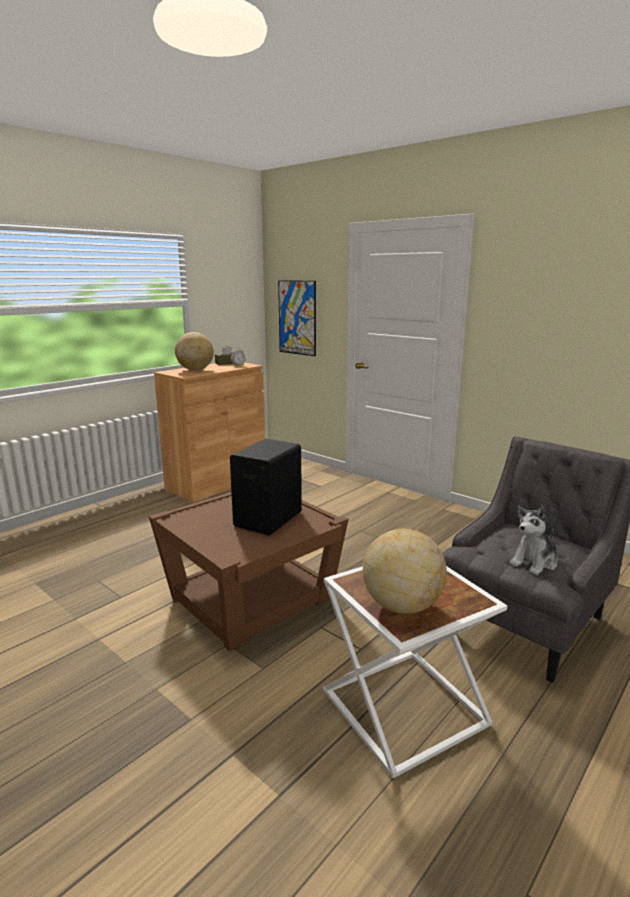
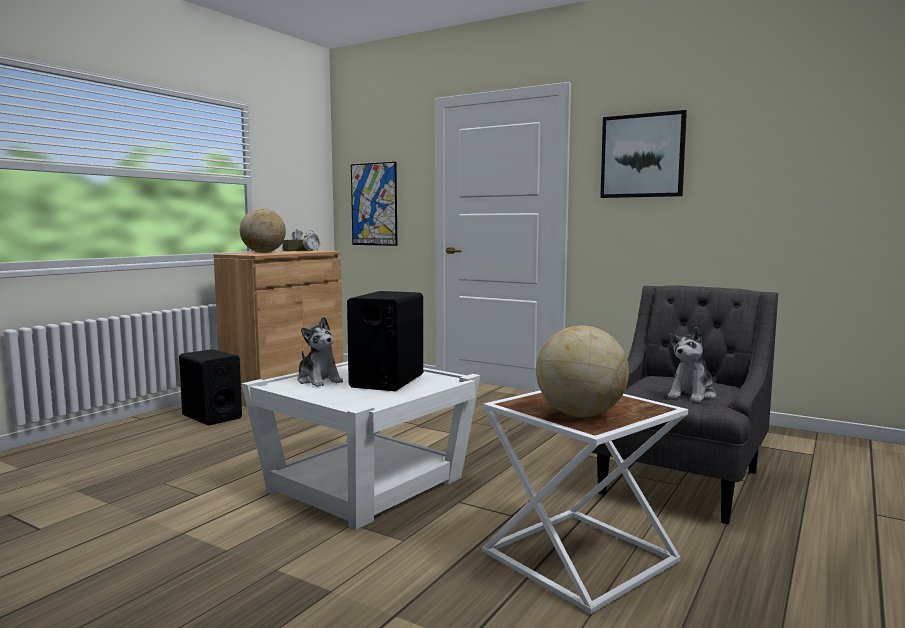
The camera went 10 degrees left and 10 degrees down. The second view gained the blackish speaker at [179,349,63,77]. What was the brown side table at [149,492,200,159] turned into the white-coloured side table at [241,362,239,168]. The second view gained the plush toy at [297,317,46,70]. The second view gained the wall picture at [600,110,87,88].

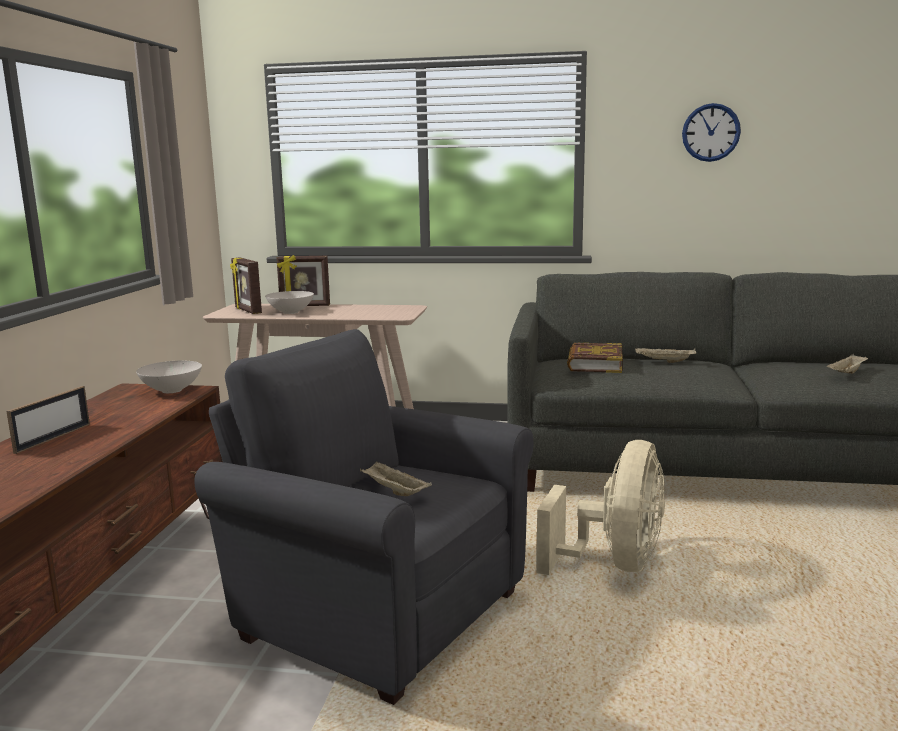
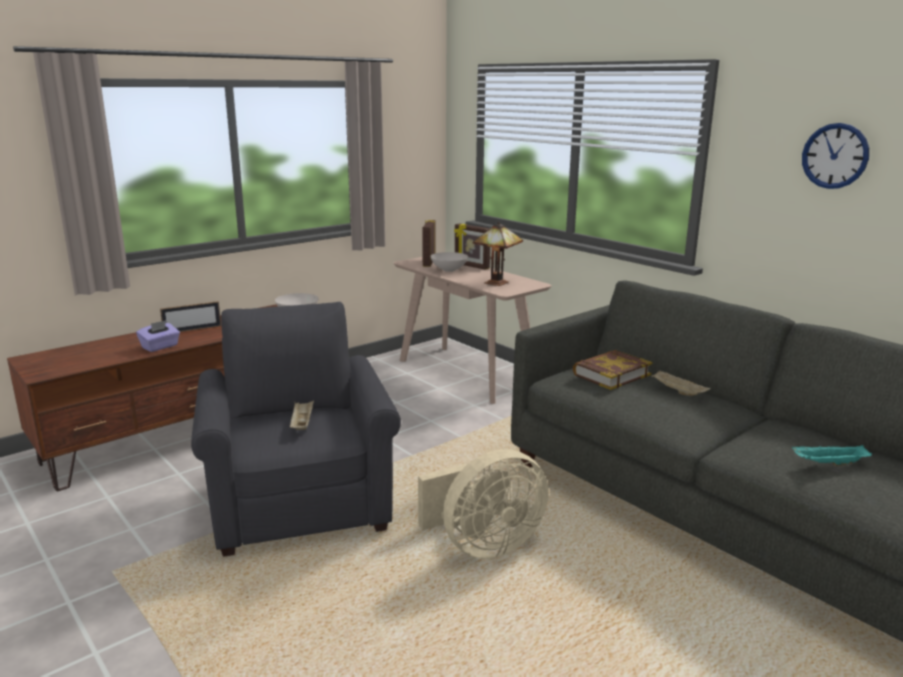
The camera went 40 degrees right and 5 degrees up. The second view gained the purple-coloured tissue holder at [136,320,44,32]. The second view gained the tabletop lamp at [473,222,50,64]. What was the beige-coloured carrying tray at [827,354,41,20] turned into the turquoise-coloured carrying tray at [792,445,80,21].

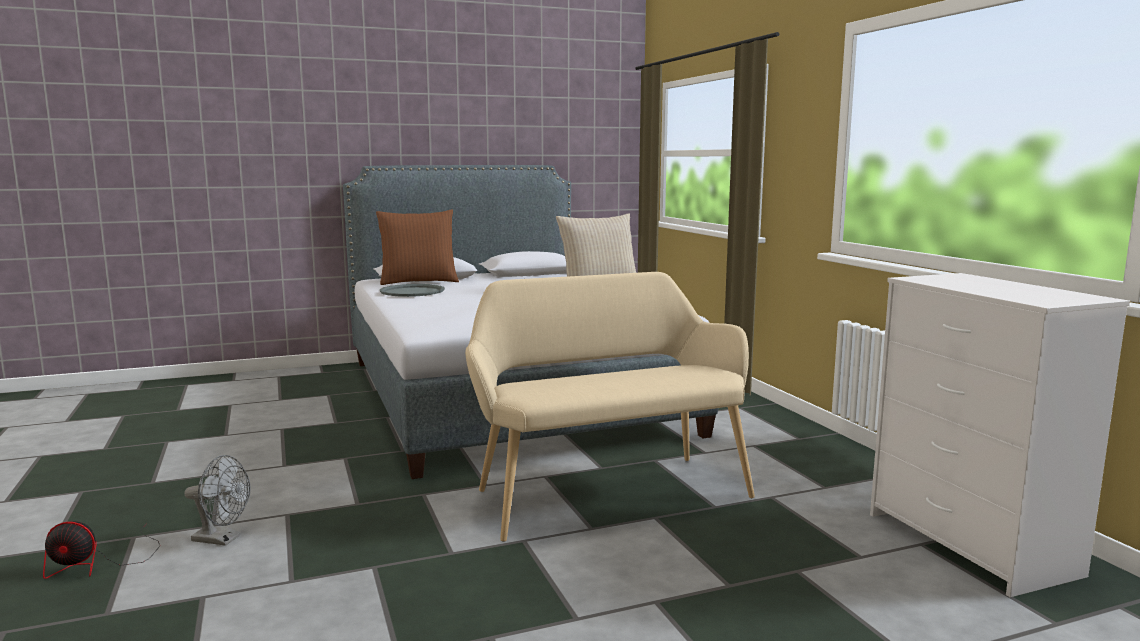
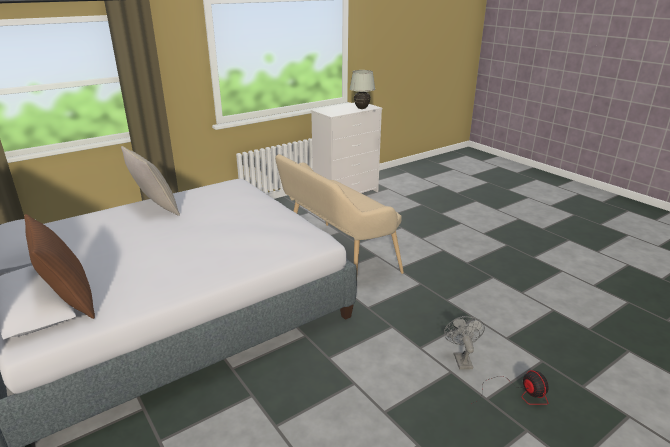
The camera went 105 degrees left and 15 degrees up. The second view gained the white-coloured tabletop lamp at [350,70,25,39]. The second view lost the grey carrying tray at [380,284,65,13].

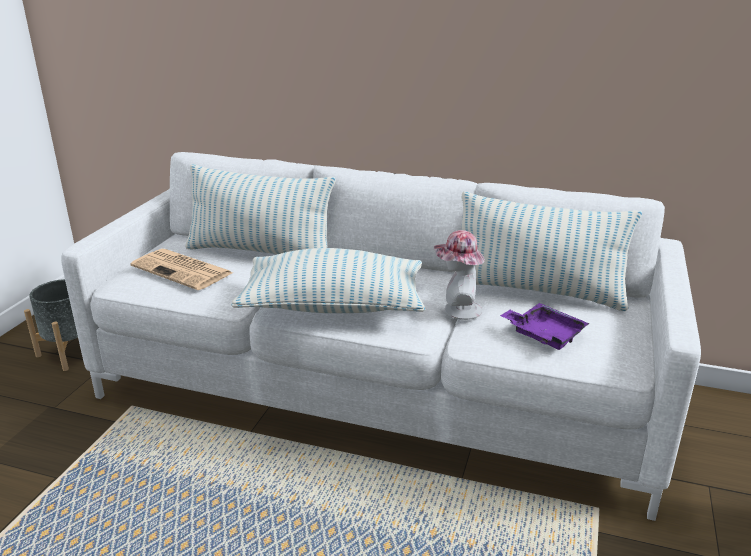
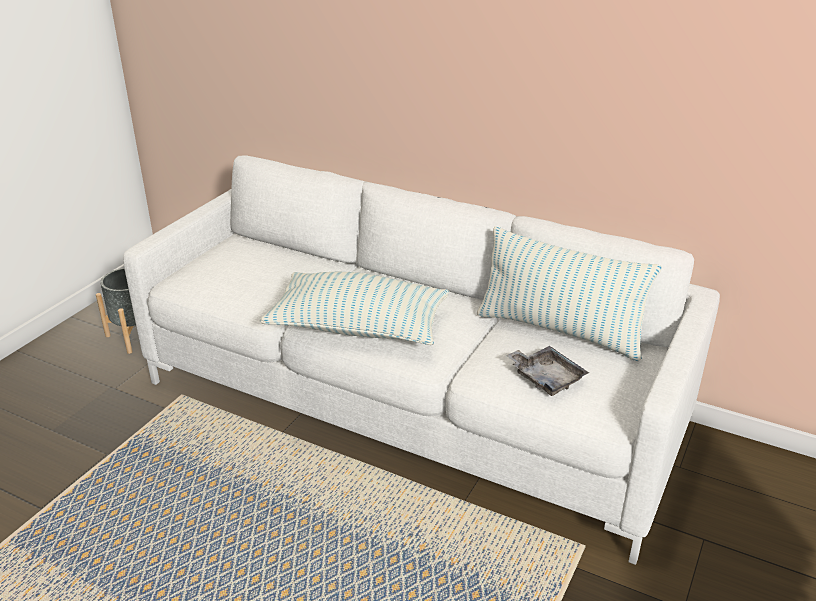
The camera went 10 degrees right and 5 degrees up. What was the purple-coloured carrying tray at [500,303,89,47] turned into the grey carrying tray at [506,346,83,50]. The second view lost the daily paper at [130,249,103,41]. The second view lost the throw pillow at [185,164,151,90]. The second view lost the hat at [434,230,51,90].

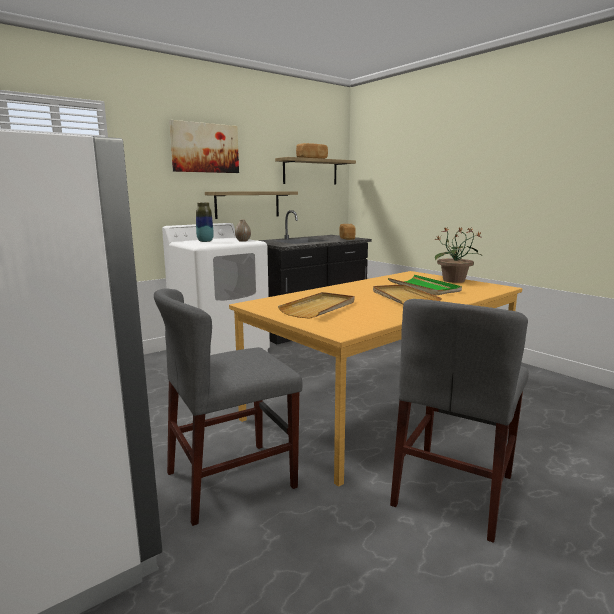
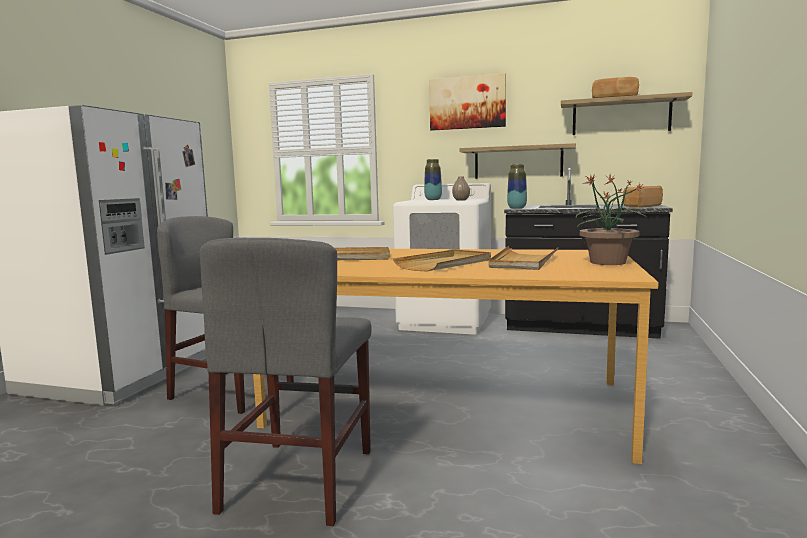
The camera went 55 degrees right and 5 degrees down. The grey plain chair at [390,299,139,244] ended up facing another way, 75 degrees counterclockwise from before. What was the greenish carrying tray at [388,275,74,21] turned into the beige-coloured carrying tray at [489,246,70,24]. The second view gained the vase at [507,164,20,45].

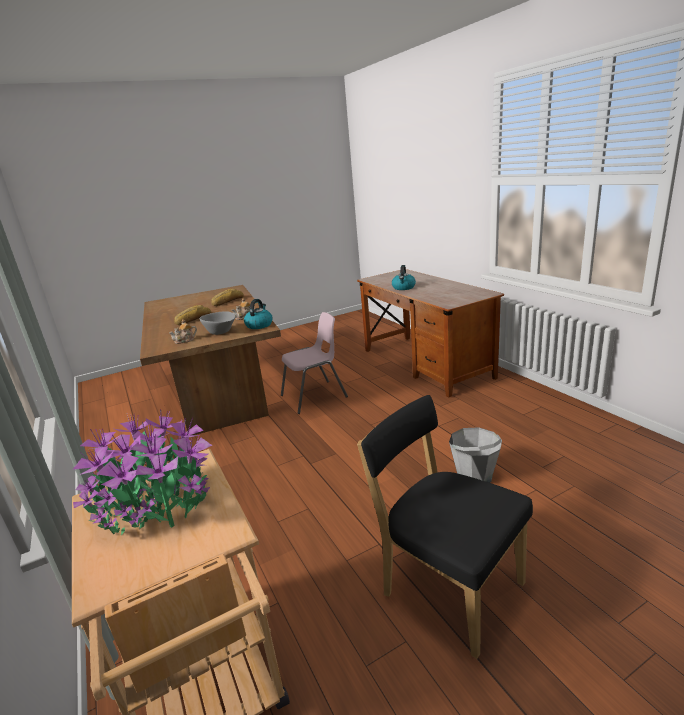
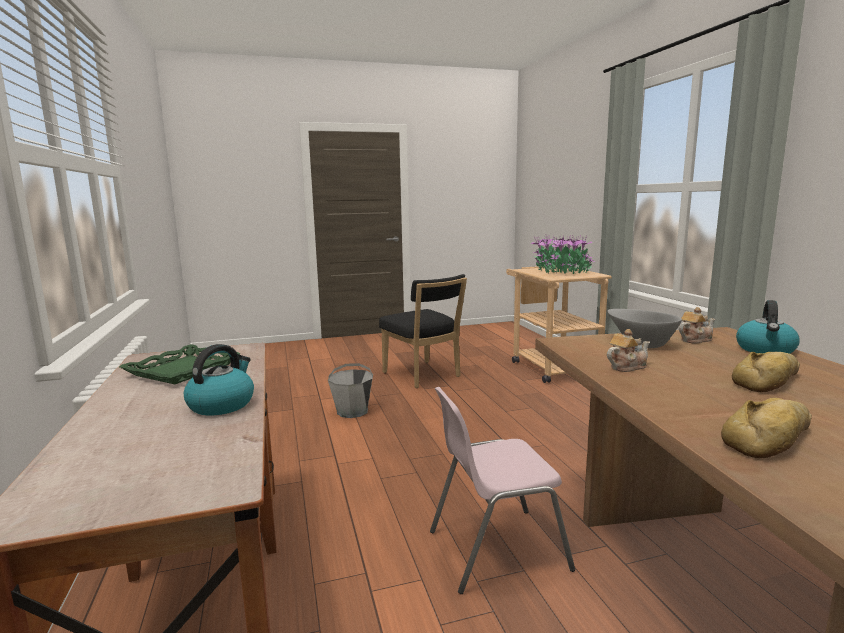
The camera went 170 degrees left and 10 degrees down. The second view gained the greenish carrying tray at [119,344,122,40]. The tea kettle ended up elsewhere, having gone from [244,299,29,30] to [736,300,64,54].

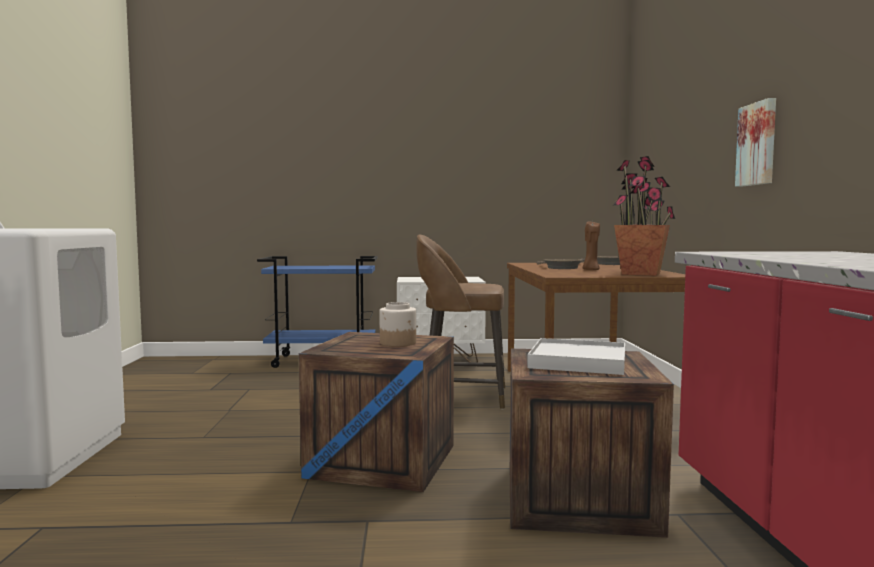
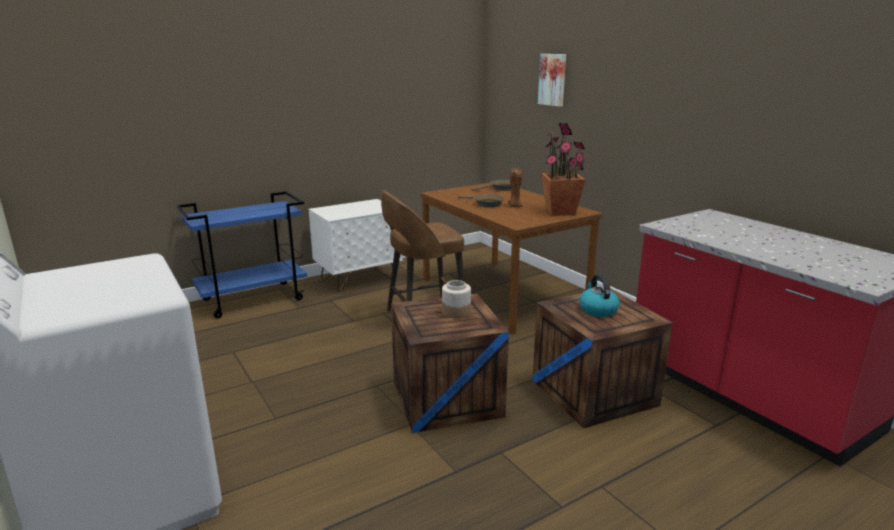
The camera went 30 degrees left and 15 degrees up. The wall picture ended up elsewhere, having gone from [735,98,41,89] to [538,54,28,53]. Where the white-coloured carrying tray stood at [527,338,98,37], the tea kettle came to stand at [579,274,41,43].

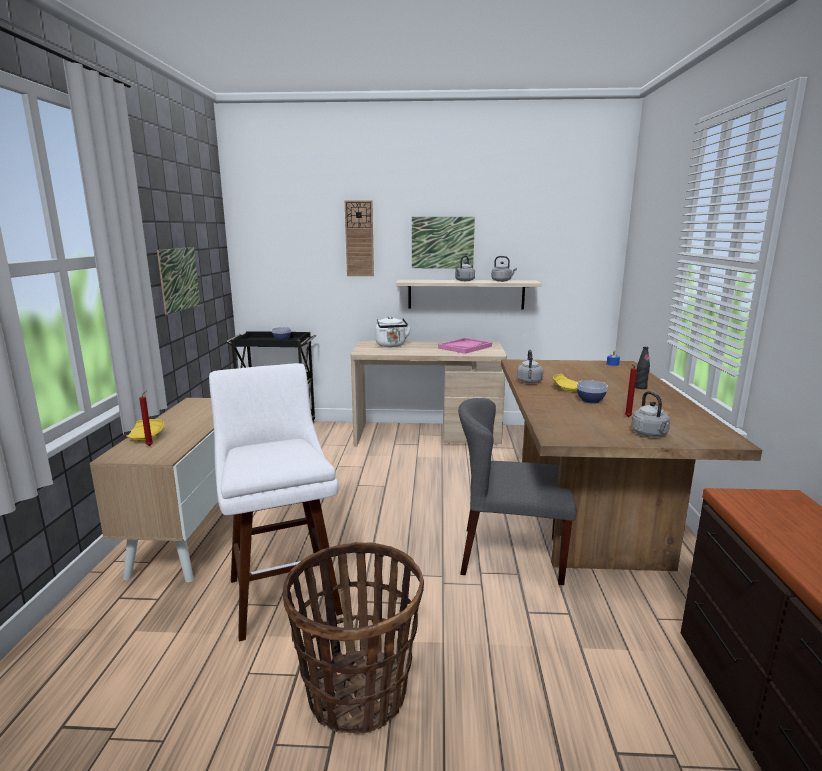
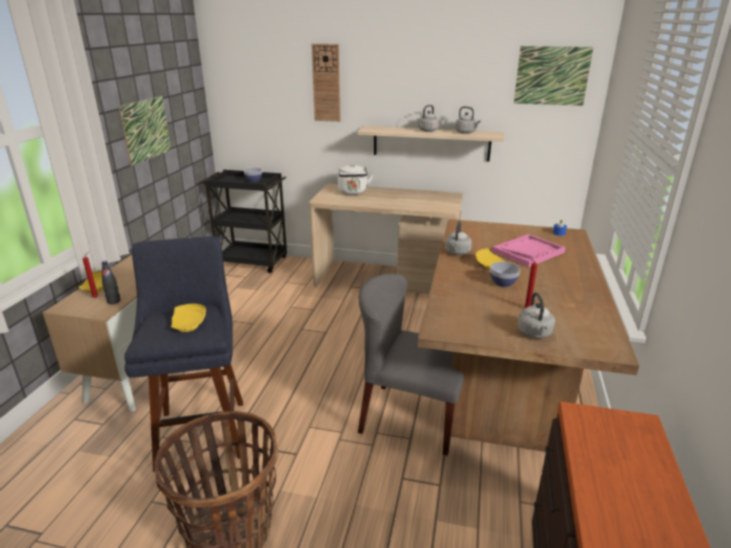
The camera went 10 degrees right and 10 degrees up. The blackish beverage bottle ended up elsewhere, having gone from [635,346,15,43] to [102,261,18,43]. What was the white-coloured stool at [209,363,134,279] turned into the blue-coloured stool at [124,236,119,236]. The second view gained the yellowish flat dish at [171,304,35,28]. The pink carrying tray ended up elsewhere, having gone from [438,338,54,16] to [492,234,74,33]. The wall picture ended up elsewhere, having gone from [412,217,63,51] to [514,46,80,60].

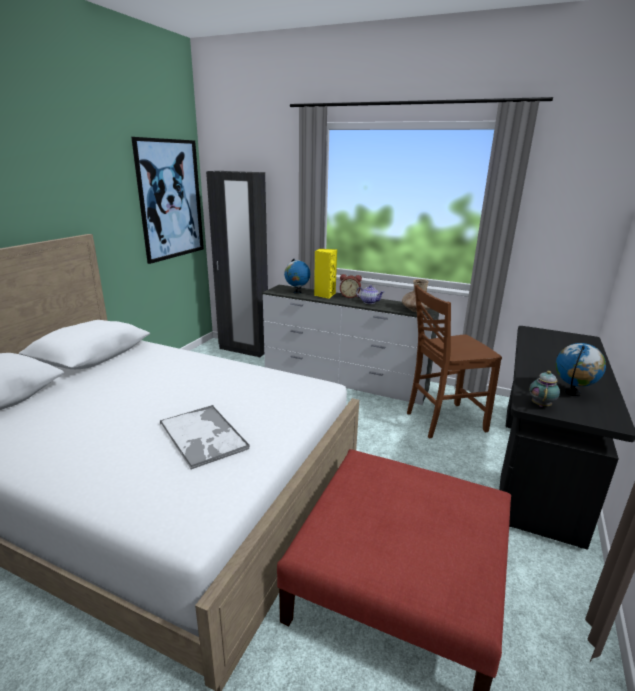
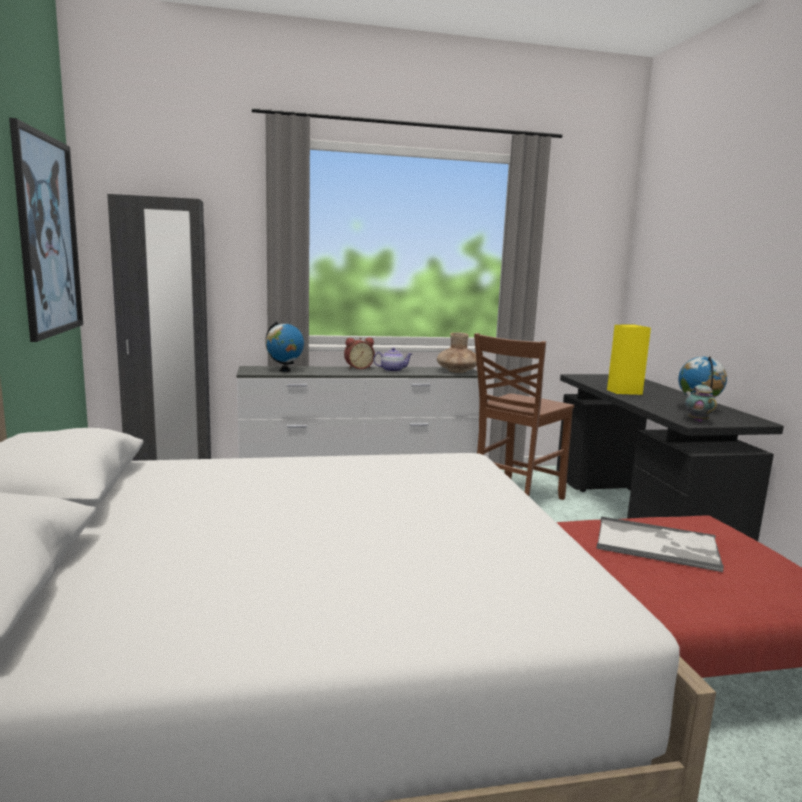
The camera went 35 degrees left and 10 degrees down. The carrying tray ended up elsewhere, having gone from [160,405,90,64] to [596,516,128,56]. The yellowish speaker ended up elsewhere, having gone from [314,249,23,50] to [607,324,44,71].

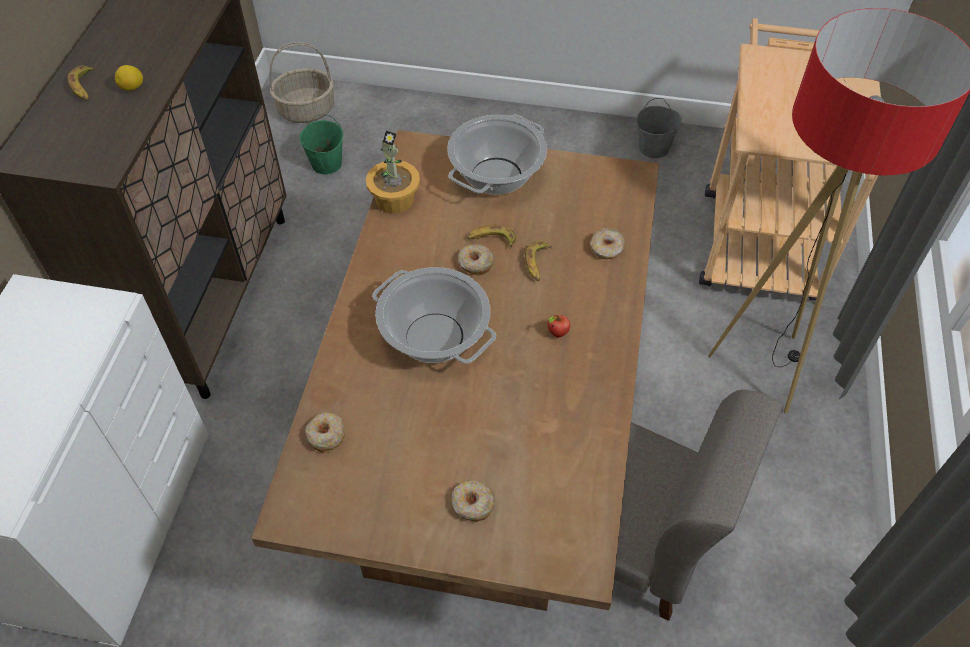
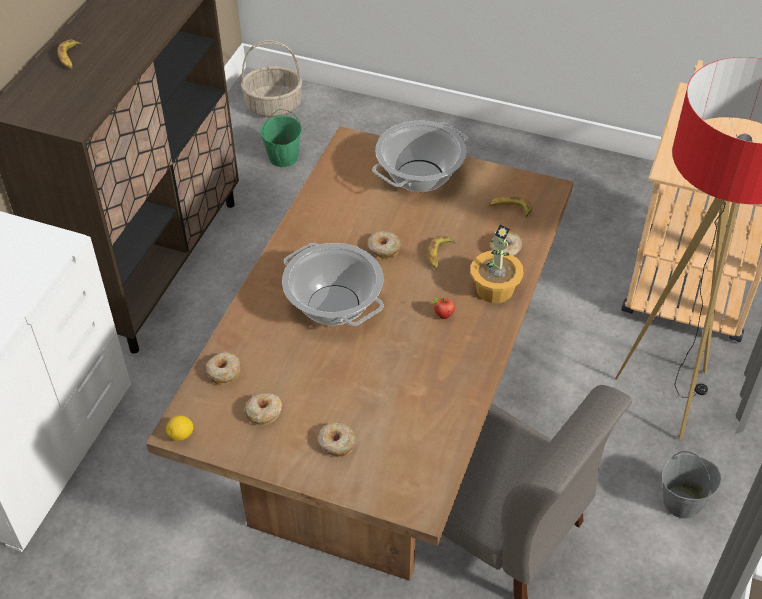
The camera went 10 degrees right and 5 degrees down. The whole lemon ended up elsewhere, having gone from [115,65,28,26] to [166,415,27,26]. The second view gained the doughnut at [245,393,37,32]. The houseplant ended up elsewhere, having gone from [366,131,54,83] to [470,225,54,78]. The banana ended up elsewhere, having gone from [467,225,49,23] to [489,196,43,22]. The grey pail ended up elsewhere, having gone from [636,98,46,60] to [662,451,60,68].

